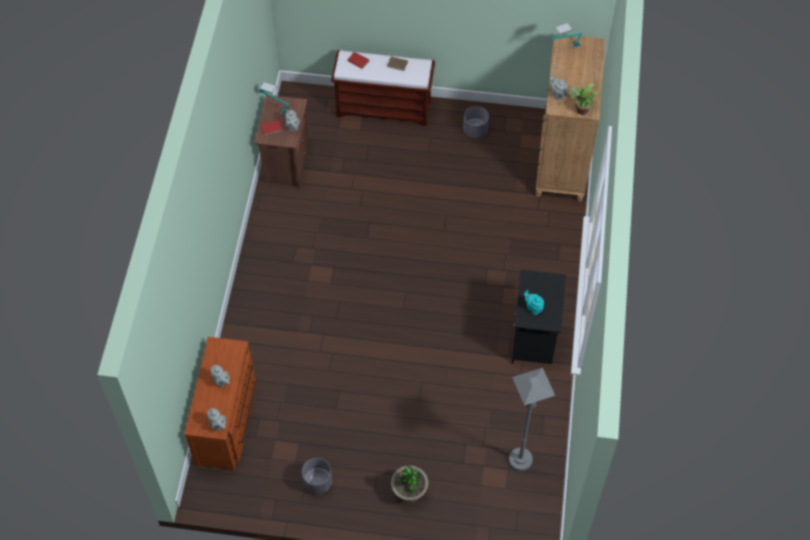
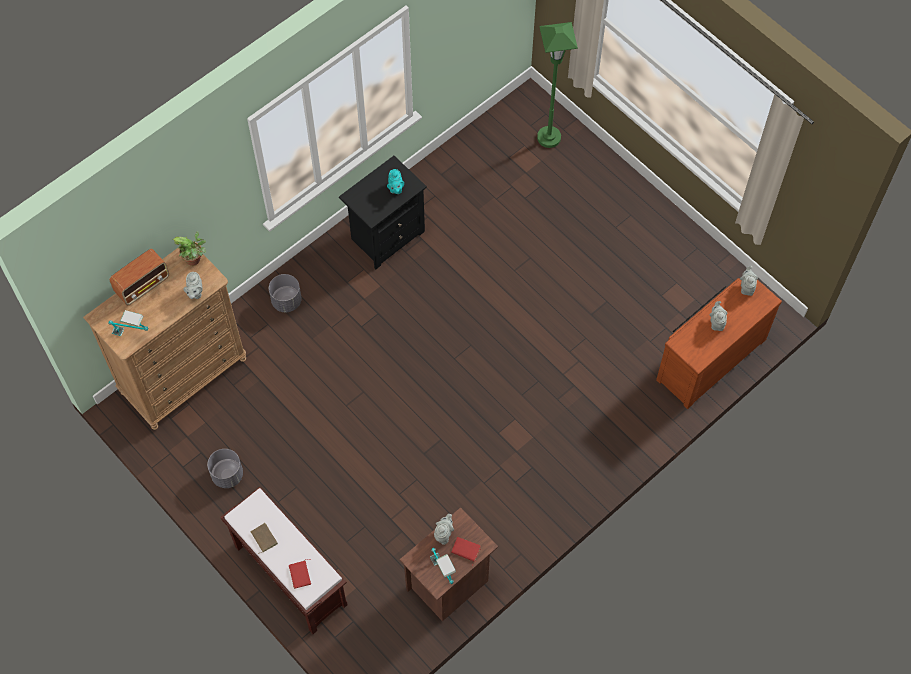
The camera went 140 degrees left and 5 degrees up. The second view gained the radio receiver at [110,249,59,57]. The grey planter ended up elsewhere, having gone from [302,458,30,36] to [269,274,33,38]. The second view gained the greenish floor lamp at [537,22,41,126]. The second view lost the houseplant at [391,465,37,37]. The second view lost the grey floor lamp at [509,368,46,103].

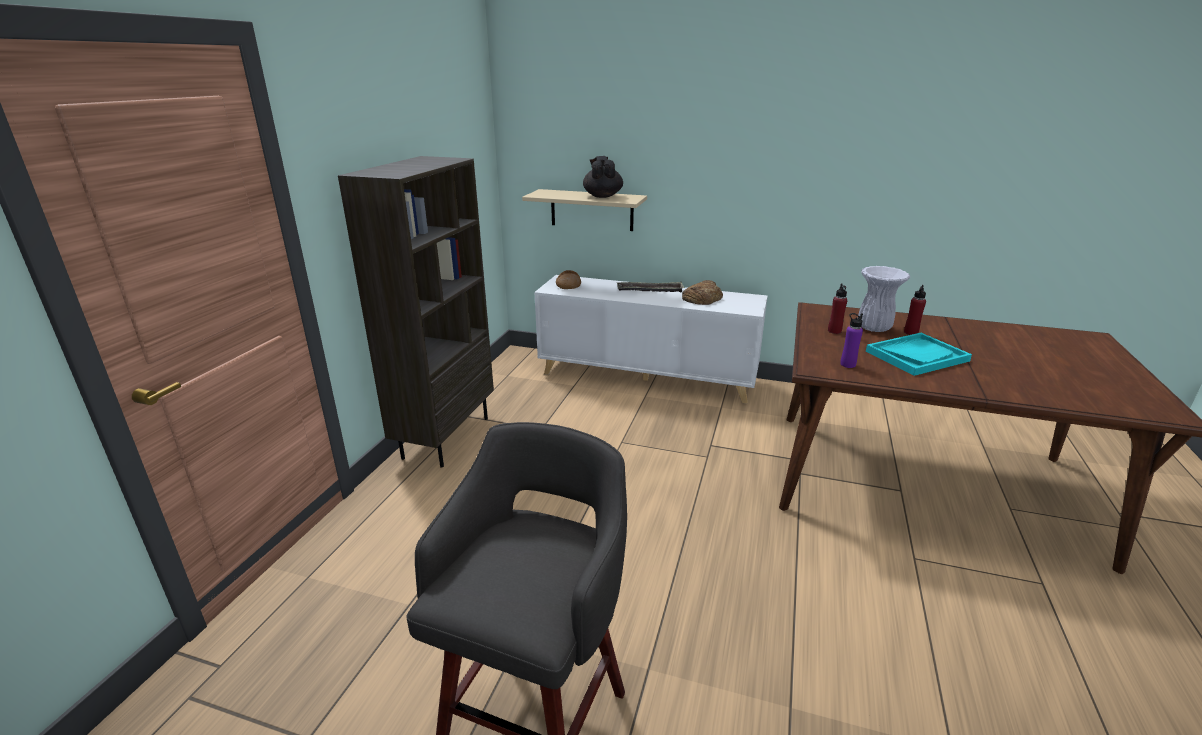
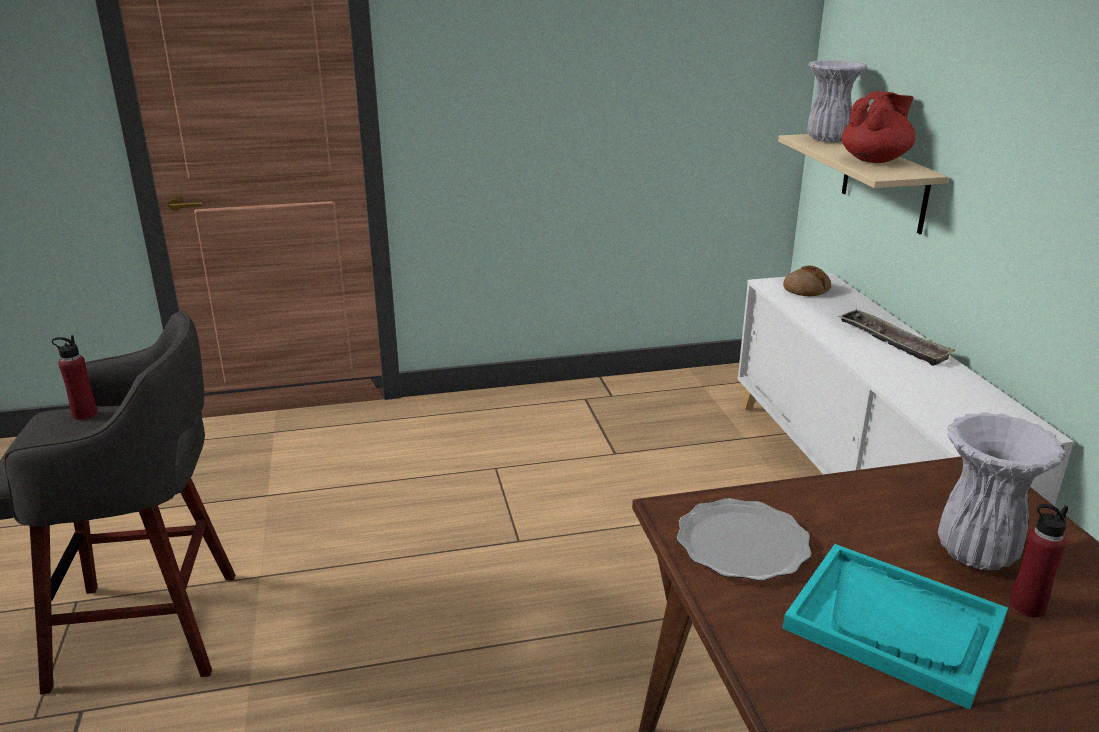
The camera went 60 degrees right and 0 degrees up. The reddish beverage bottle ended up elsewhere, having gone from [828,283,20,51] to [52,335,45,85]. Where the purple-coloured beverage bottle stood at [840,313,23,55], the flat dish came to stand at [677,498,135,83]. The second view gained the white-coloured vase at [807,60,60,82]. What was the blackish tea pot at [583,156,40,42] turned into the reddish tea pot at [842,91,74,72]. The second view lost the brown bookshelf at [338,156,156,312]. The second view lost the baked bread at [682,280,41,25].

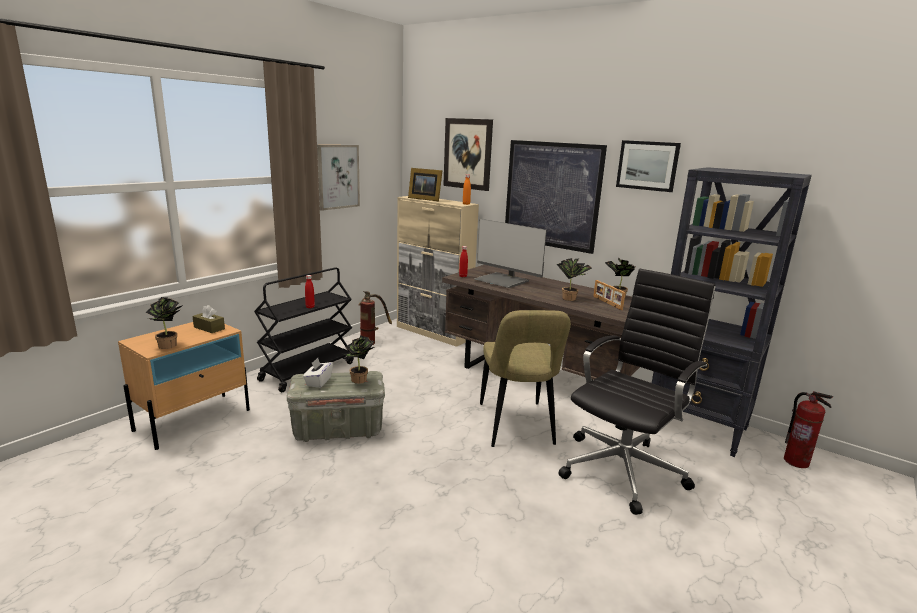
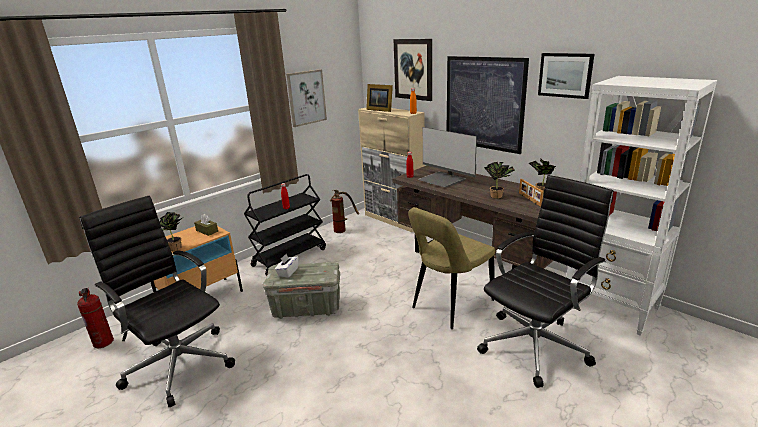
The camera went 10 degrees right and 5 degrees up. The extinguisher ended up elsewhere, having gone from [784,391,49,77] to [77,288,37,60]. The second view gained the blackish office chair at [79,196,156,212]. The beige-coloured plain chair at [480,310,91,137] ended up facing another way, 45 degrees clockwise from before. What was the blackish bookshelf at [652,167,160,290] turned into the white-coloured bookshelf at [566,76,151,260]. The second view lost the houseplant at [341,336,33,48].

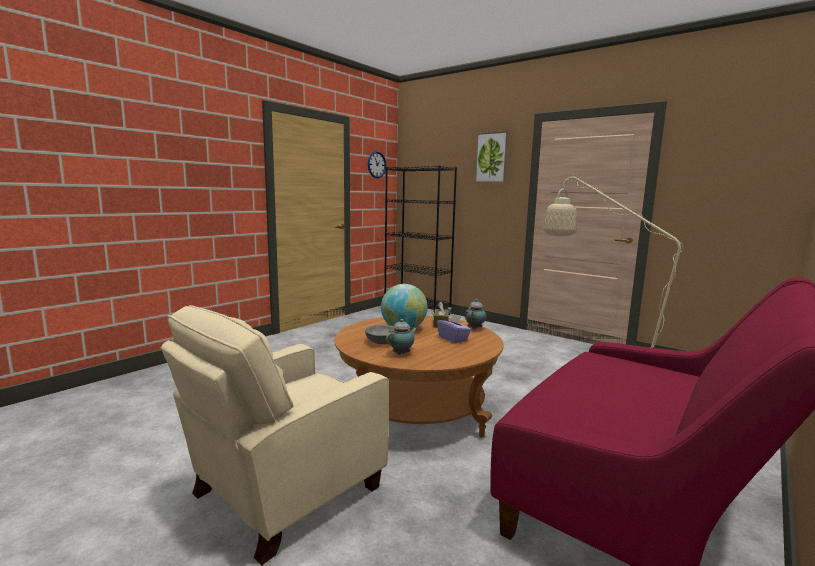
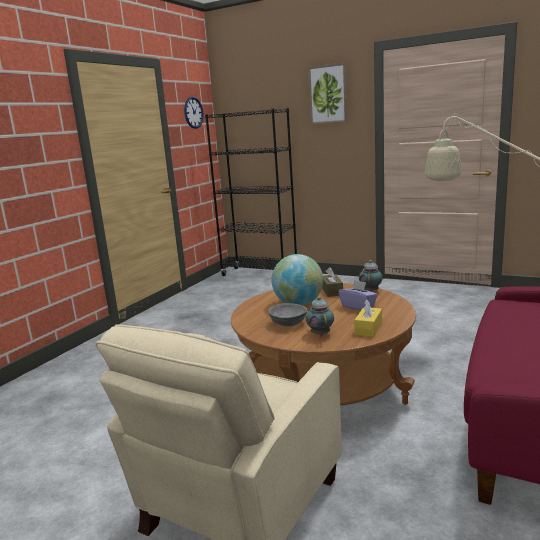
The camera went 10 degrees left and 5 degrees up. The tea pot at [386,319,32,36] ended up facing another way, 45 degrees counterclockwise from before. The second view gained the yellowish tissue holder at [354,299,28,38].

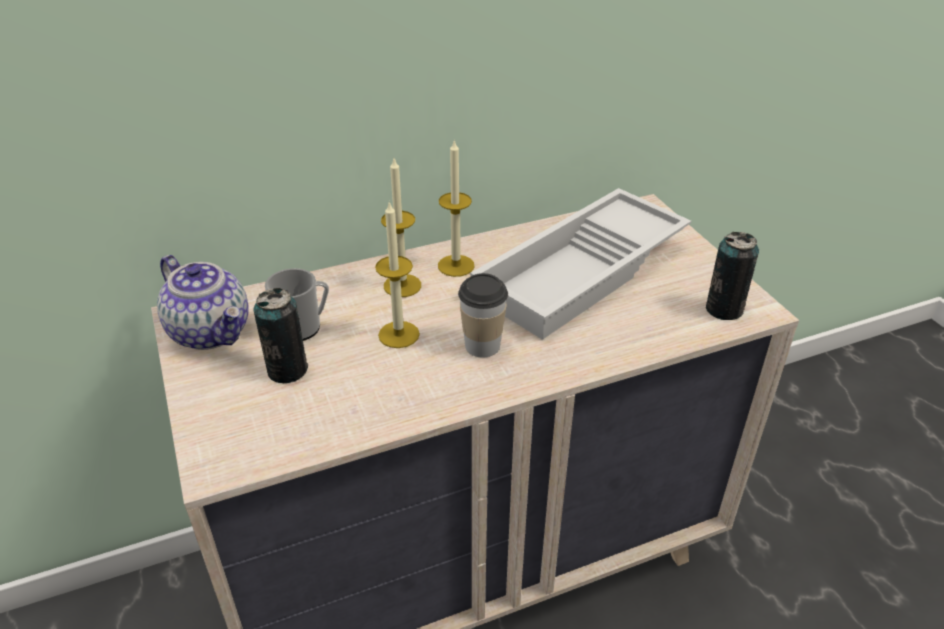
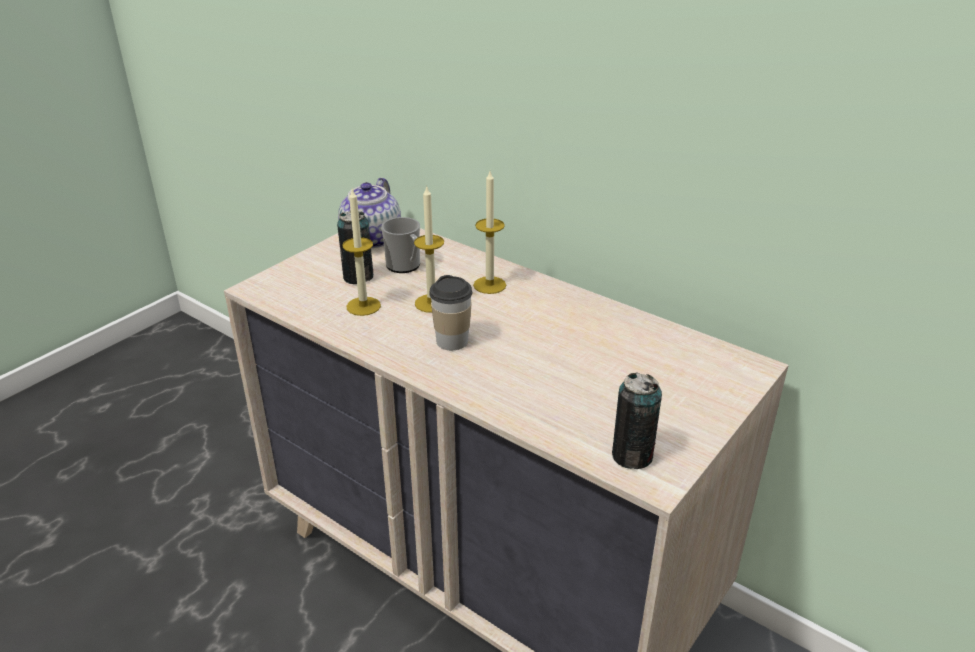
The camera went 60 degrees right and 5 degrees down. The candle ended up elsewhere, having gone from [438,140,36,137] to [342,187,39,129]. The second view lost the white-coloured carrying tray at [470,188,221,152].

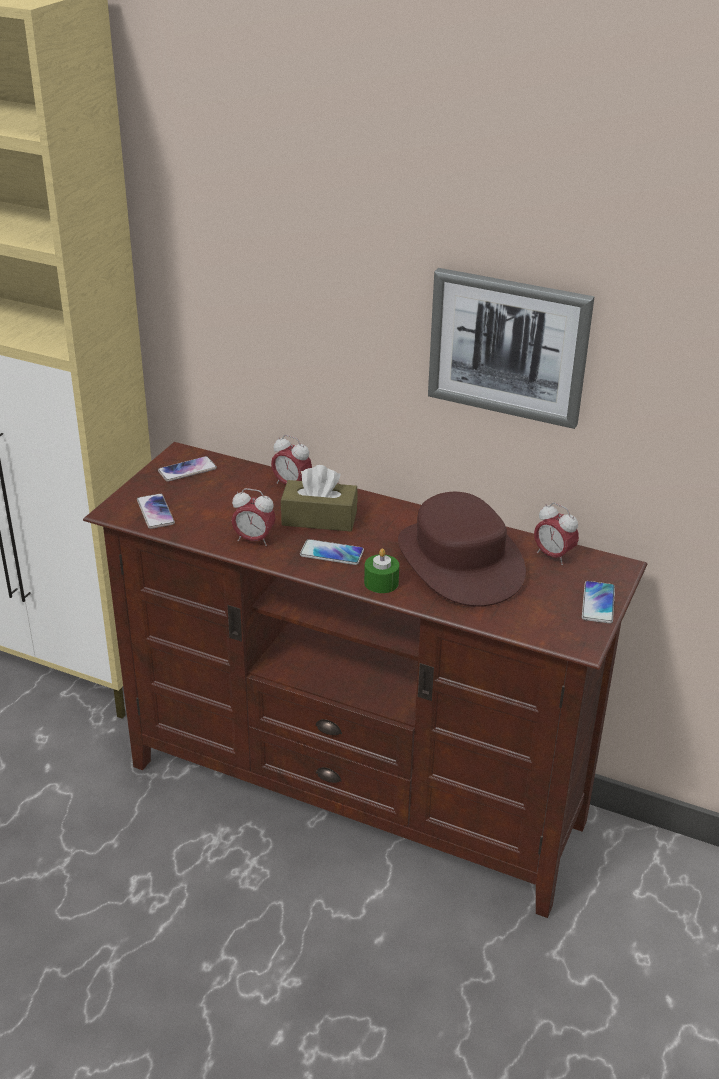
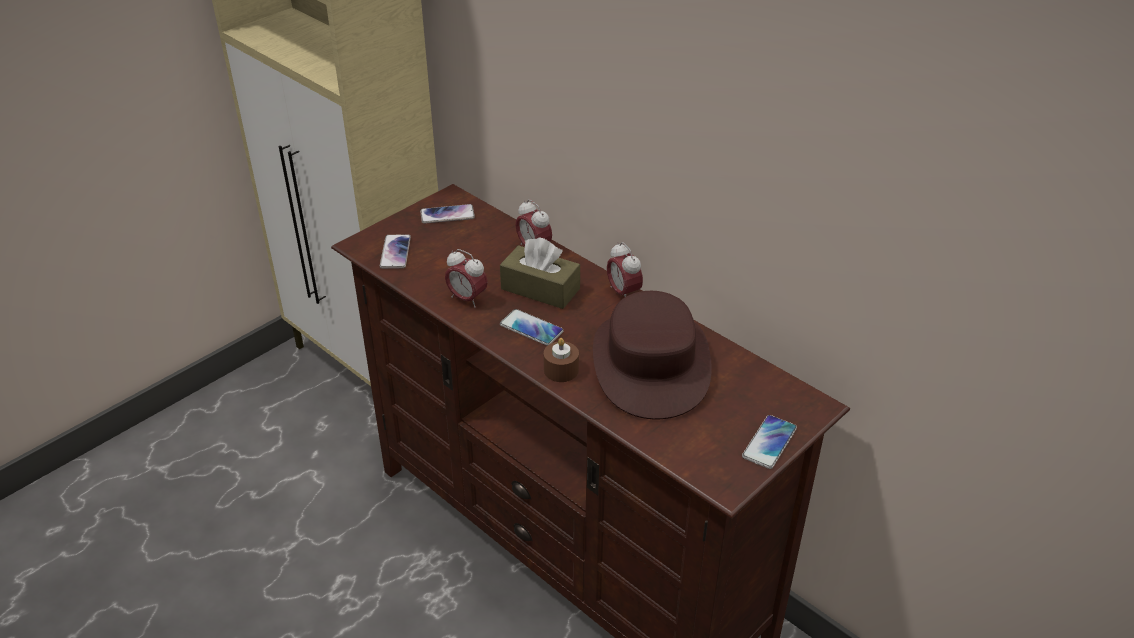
The camera went 20 degrees right and 5 degrees up. What was the greenish candle at [364,549,35,44] turned into the brown candle at [544,338,35,44]. The bedside clock ended up elsewhere, having gone from [534,503,45,62] to [607,242,36,56]. The second view lost the wall picture at [428,268,166,161].

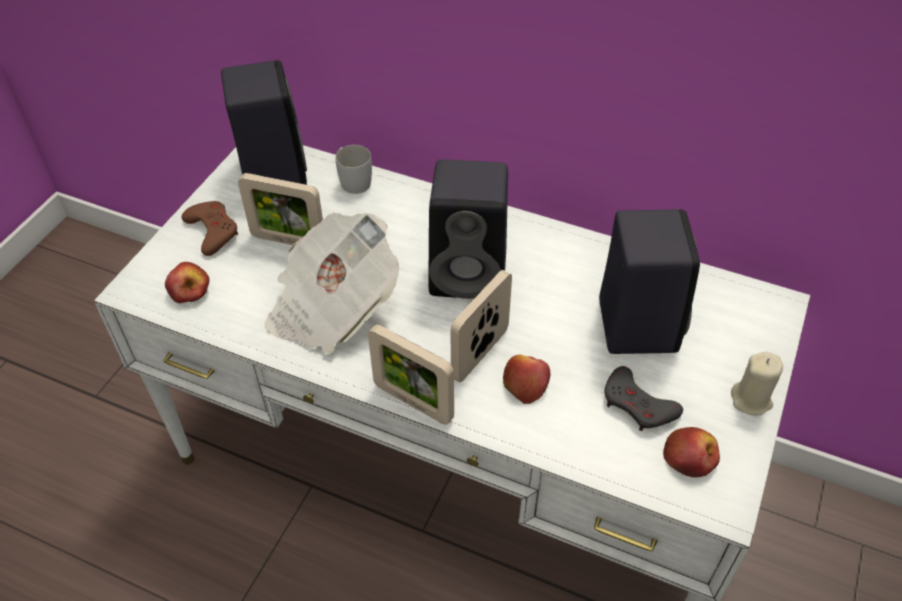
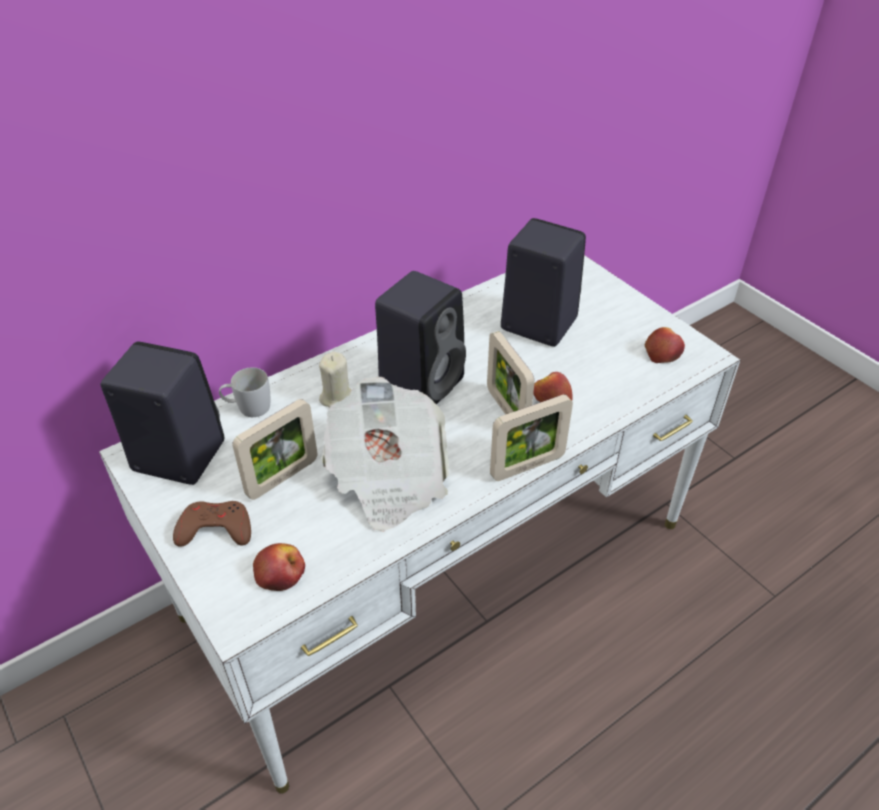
The camera went 60 degrees left and 5 degrees down. The beige-coloured candle ended up elsewhere, having gone from [731,352,52,64] to [319,352,33,56]. The second view lost the grey game controller at [604,366,79,65].

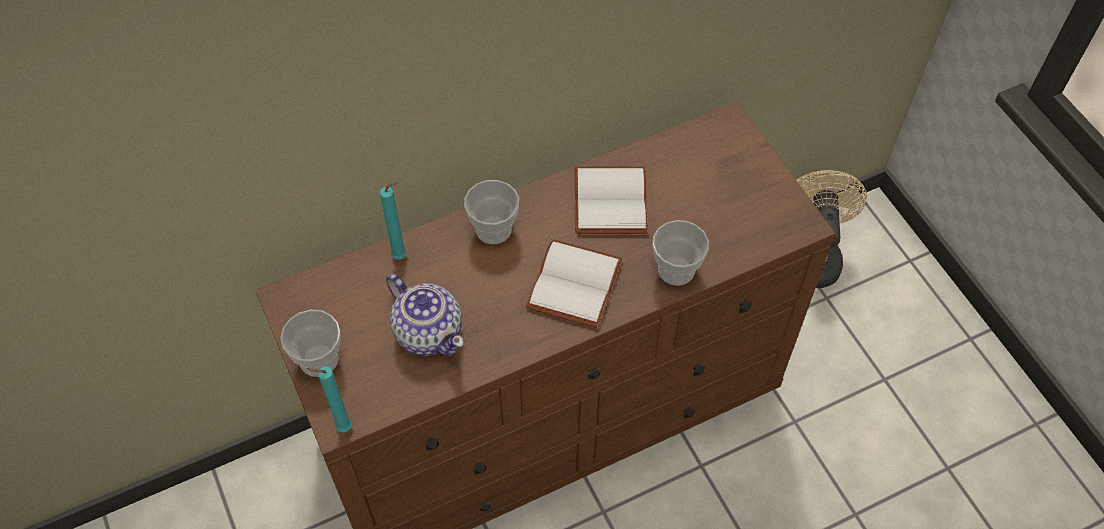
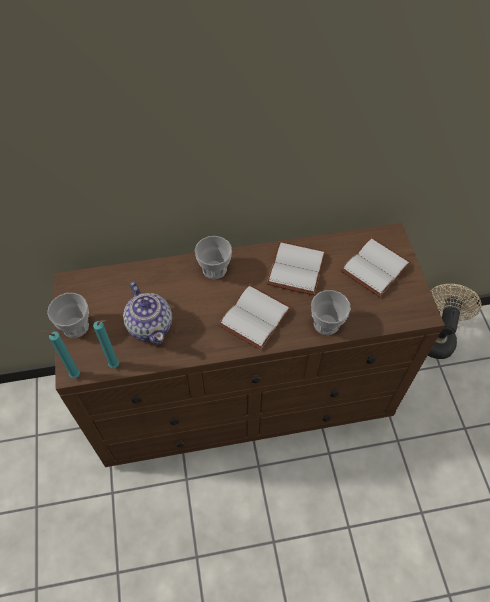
The camera went 15 degrees right and 0 degrees up. The turquoise-coloured candle ended up elsewhere, having gone from [380,182,27,78] to [93,320,26,48]. The second view gained the white-coloured book at [340,238,71,59].

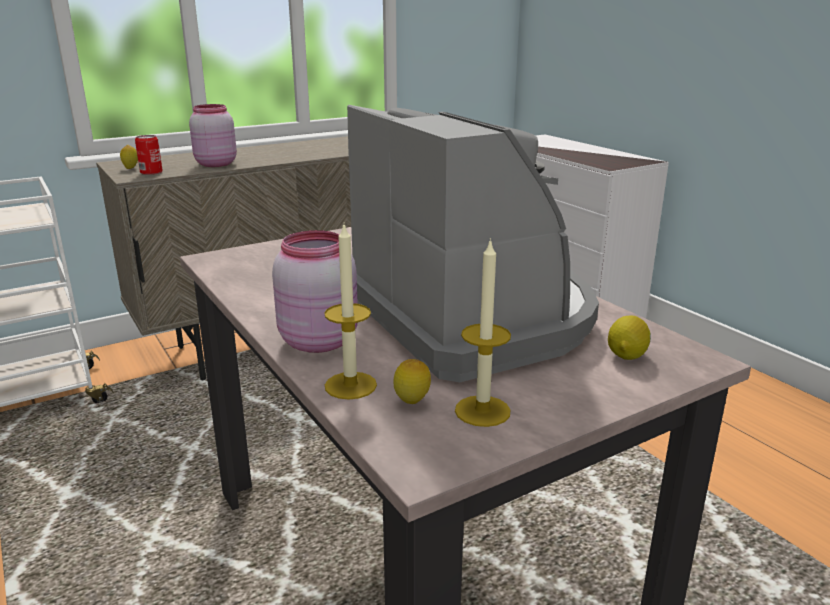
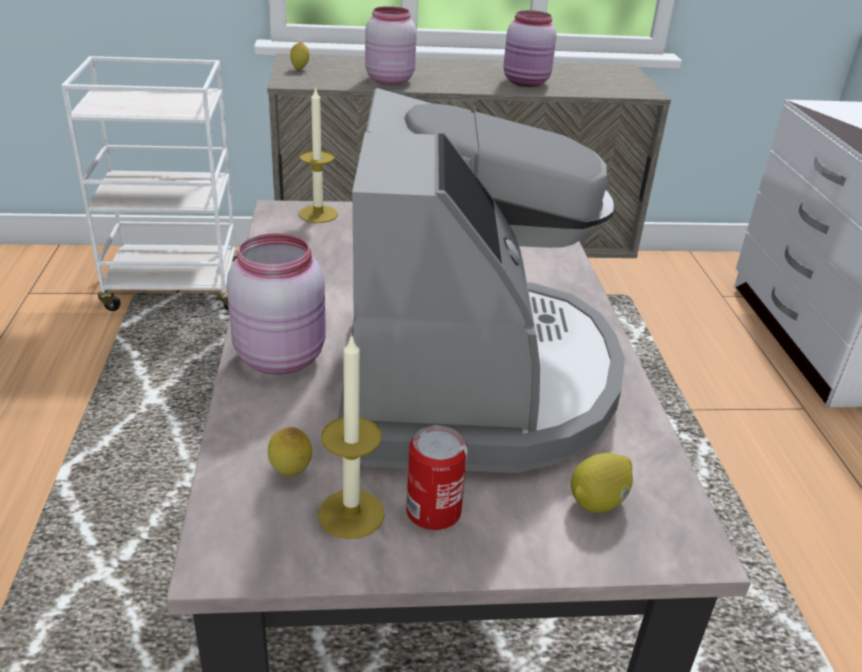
The camera went 25 degrees right and 10 degrees up. The candle ended up elsewhere, having gone from [324,225,53,175] to [299,86,39,137]. The can ended up elsewhere, having gone from [135,135,28,40] to [406,425,62,105]. The second view gained the pink preserve jar at [503,10,54,77].

